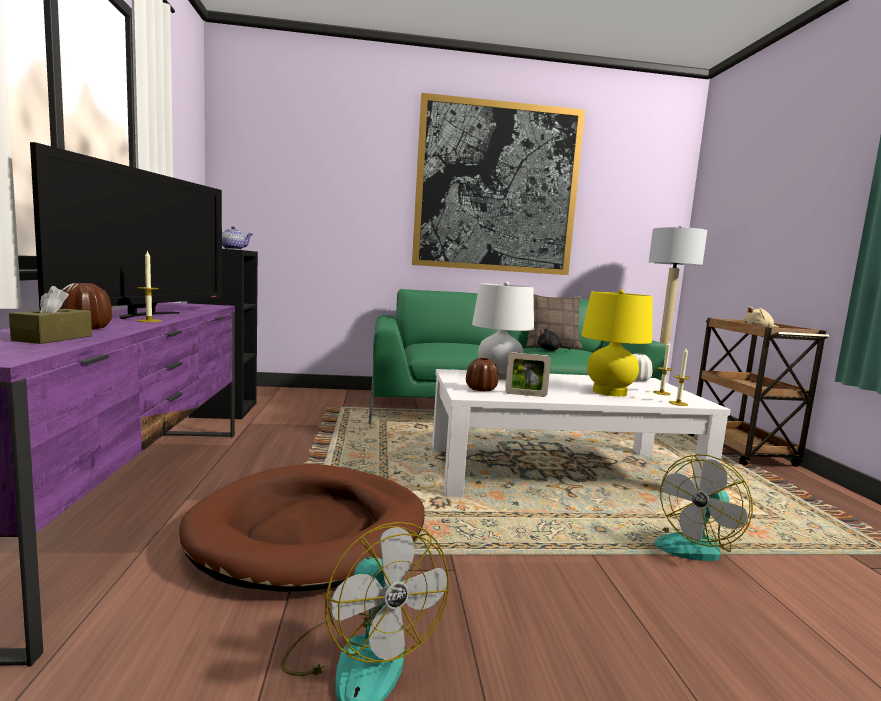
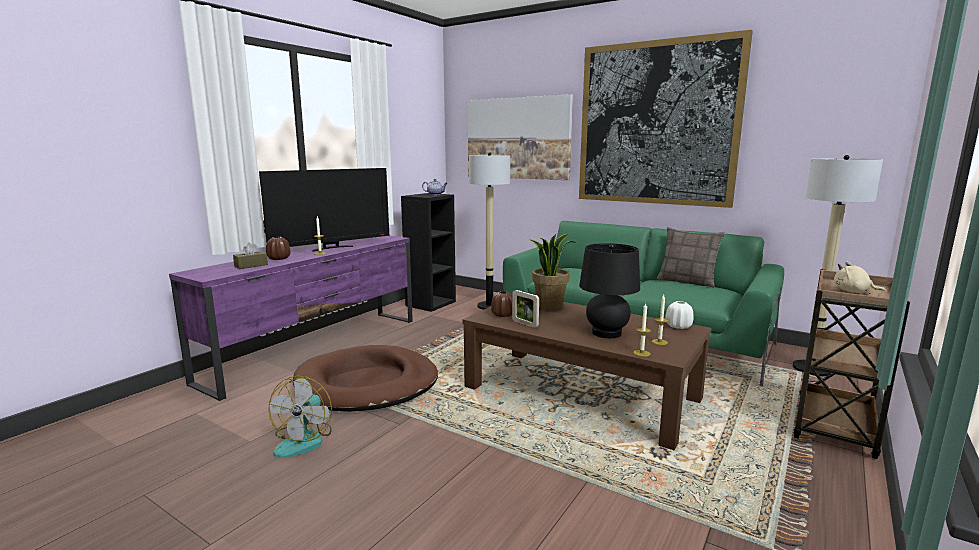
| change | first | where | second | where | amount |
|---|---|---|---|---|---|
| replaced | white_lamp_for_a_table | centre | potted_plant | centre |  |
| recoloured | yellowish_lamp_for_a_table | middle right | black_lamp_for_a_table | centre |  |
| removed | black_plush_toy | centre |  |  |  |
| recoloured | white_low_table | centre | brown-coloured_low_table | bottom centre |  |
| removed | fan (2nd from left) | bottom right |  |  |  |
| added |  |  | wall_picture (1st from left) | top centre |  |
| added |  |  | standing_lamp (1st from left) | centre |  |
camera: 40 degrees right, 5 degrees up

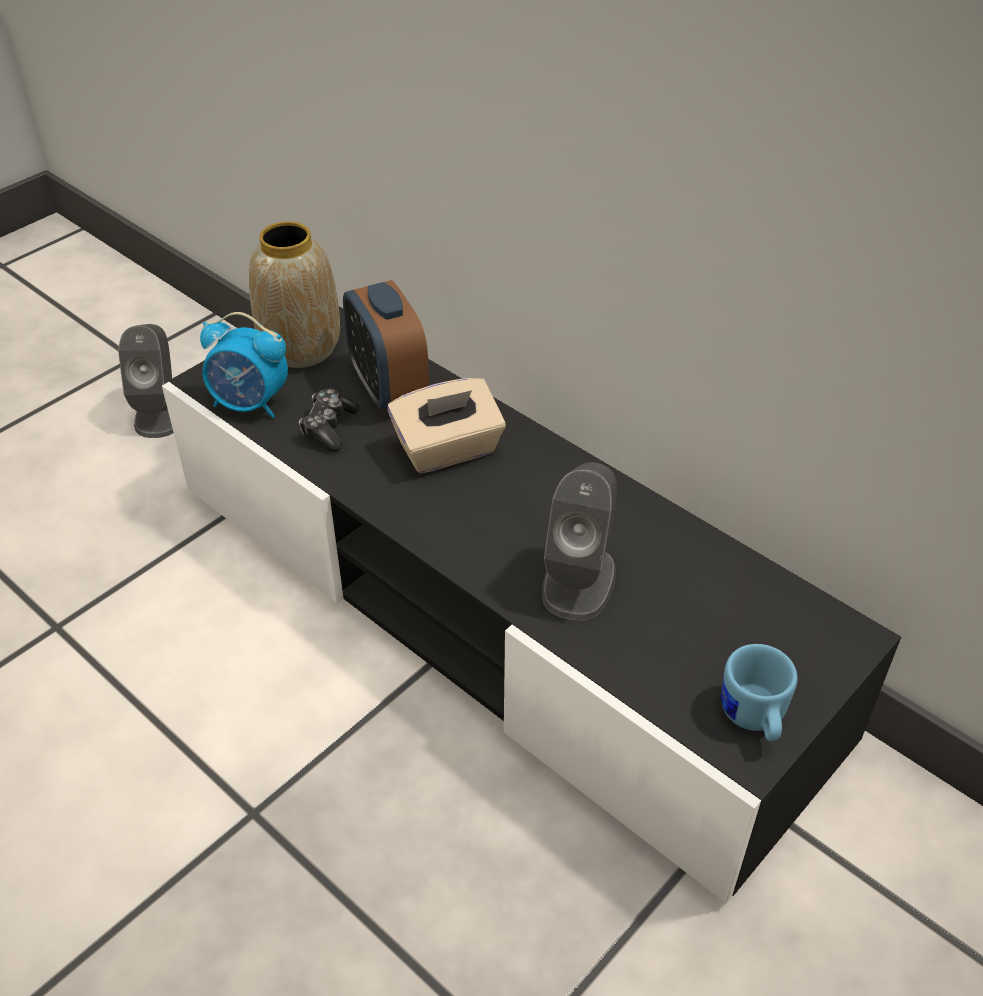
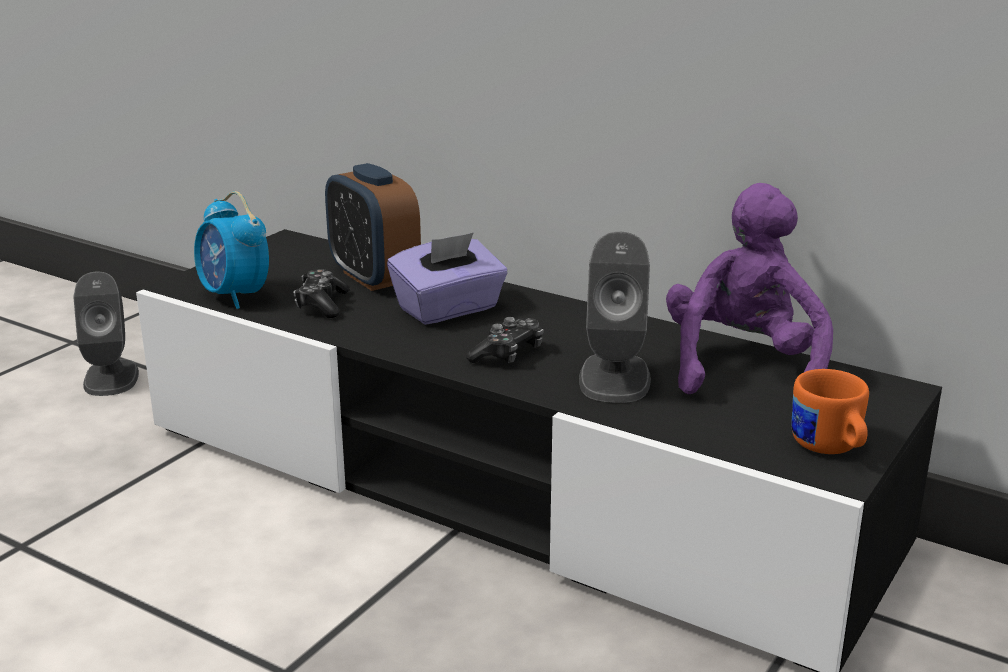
| change | first | where | second | where | amount |
|---|---|---|---|---|---|
| removed | flower_vase | top left |  |  |  |
| turned | bedside_clock (1st from left) | middle left |  | middle left | 45 degrees clockwise |
| recoloured | sand-coloured_tissue_holder | centre | purple_tissue_holder | centre |  |
| recoloured | bluish_tea_mug | bottom right | orange-coloured_tea_mug | middle right |  |
| added |  |  | purple_plush_toy | middle right |  |
| added |  |  | gamepad (2nd from left) | centre |  |
camera: 10 degrees left, 20 degrees down

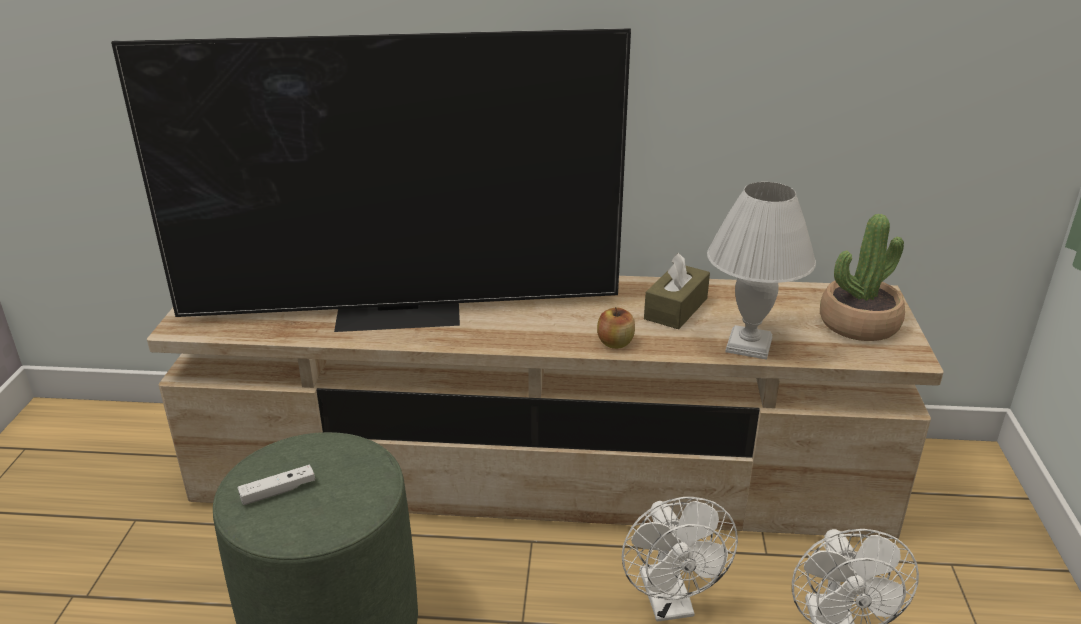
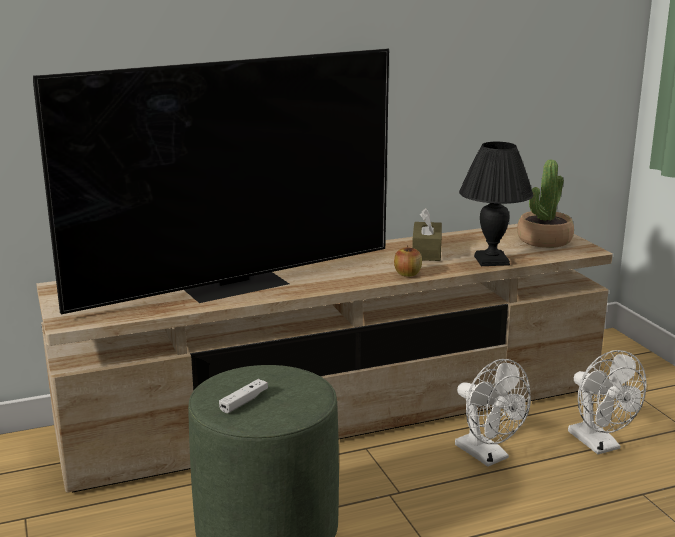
| change | first | where | second | where | amount |
|---|---|---|---|---|---|
| recoloured | white_lamp_for_a_table | middle right | black_lamp_for_a_table | middle right |  |
camera: 25 degrees left, 10 degrees down

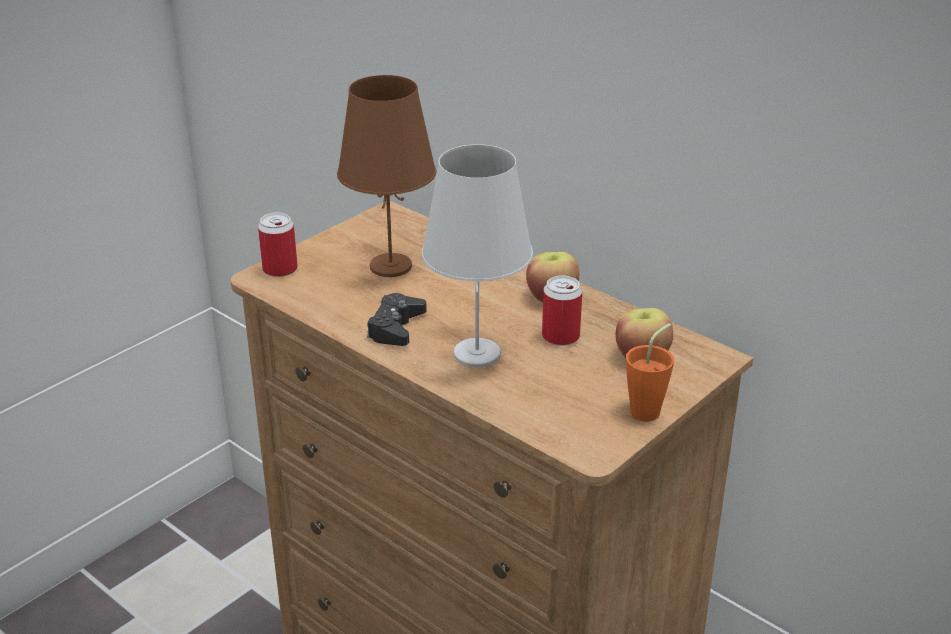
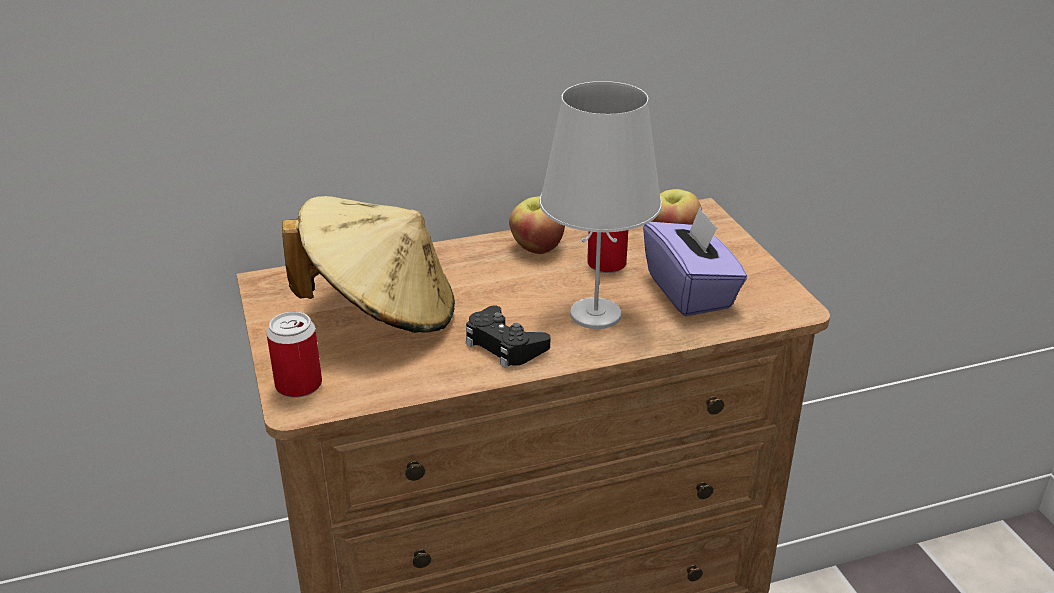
| change | first | where | second | where | amount |
|---|---|---|---|---|---|
| replaced | brown-coloured_lamp_for_a_table | top centre | sand-coloured_clothing_hat | centre |  |
| removed | orange-coloured_cup | middle right |  |  |  |
| added |  |  | purple_tissue_holder | centre |  |
camera: 60 degrees left, 0 degrees up

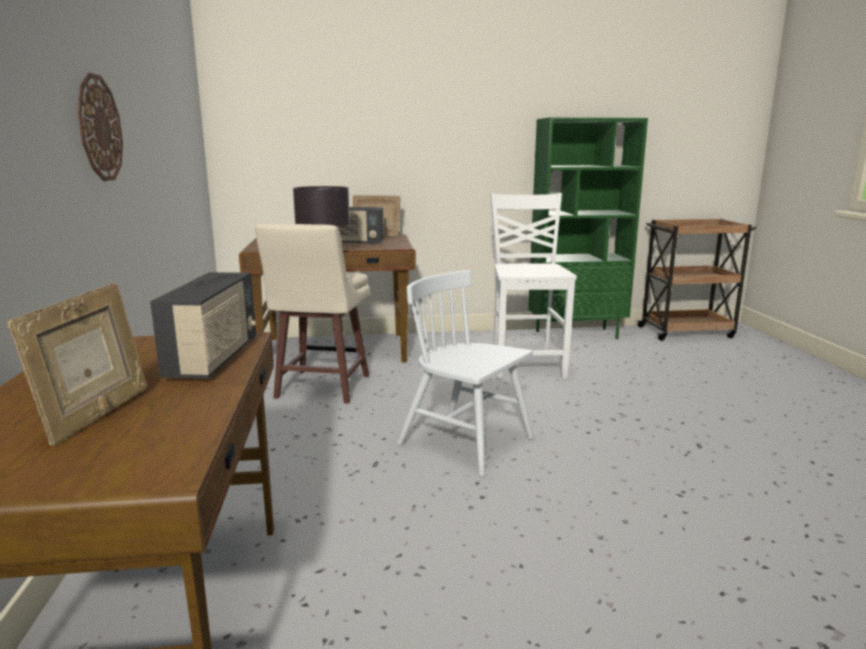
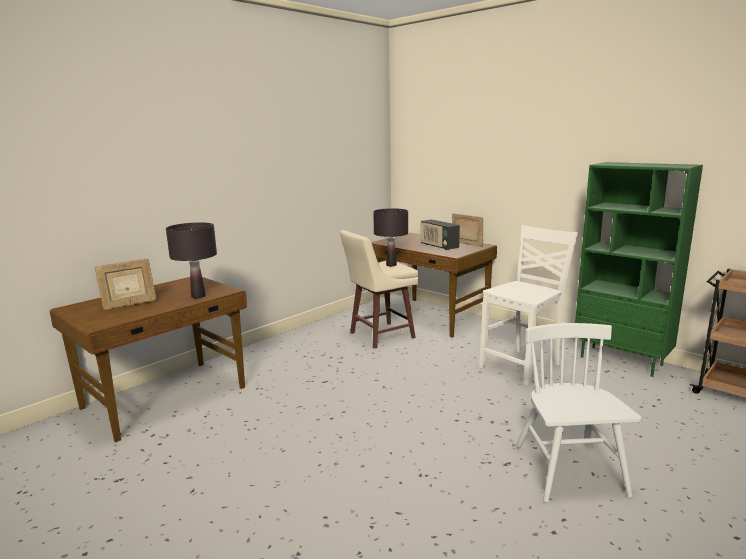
| change | first | where | second | where | amount |
|---|---|---|---|---|---|
| removed | wall_clock | top left |  |  |  |
| moved | white_chair (1st from left in the first image) | centre | white_chair (2nd from left) | bottom right |  |
| replaced | radio_receiver (1st from left) | middle left | black_lamp_for_a_table (1st from left) | middle left |  |
camera: 50 degrees right, 0 degrees up

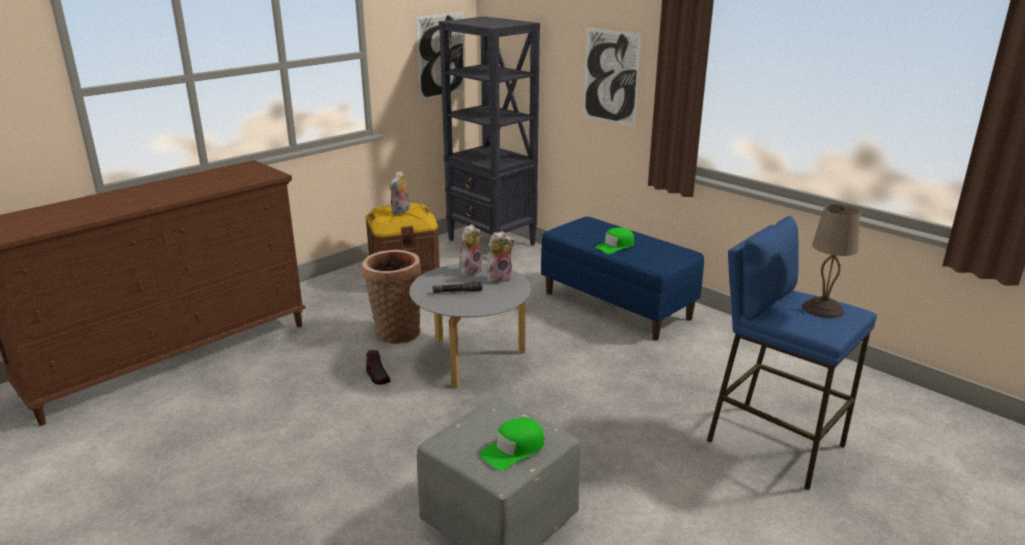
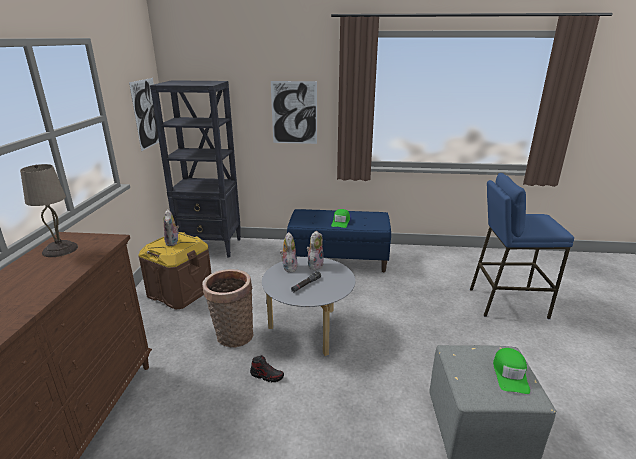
| change | first | where | second | where | amount |
|---|---|---|---|---|---|
| moved | sand-coloured_lamp_for_a_table | middle right |  | middle left |  |
camera: 40 degrees left, 0 degrees up

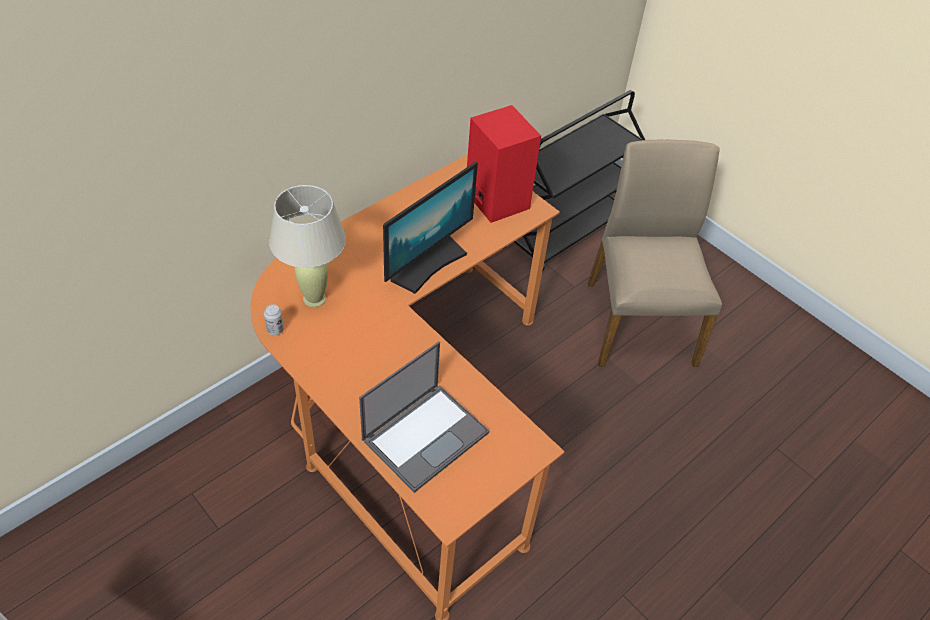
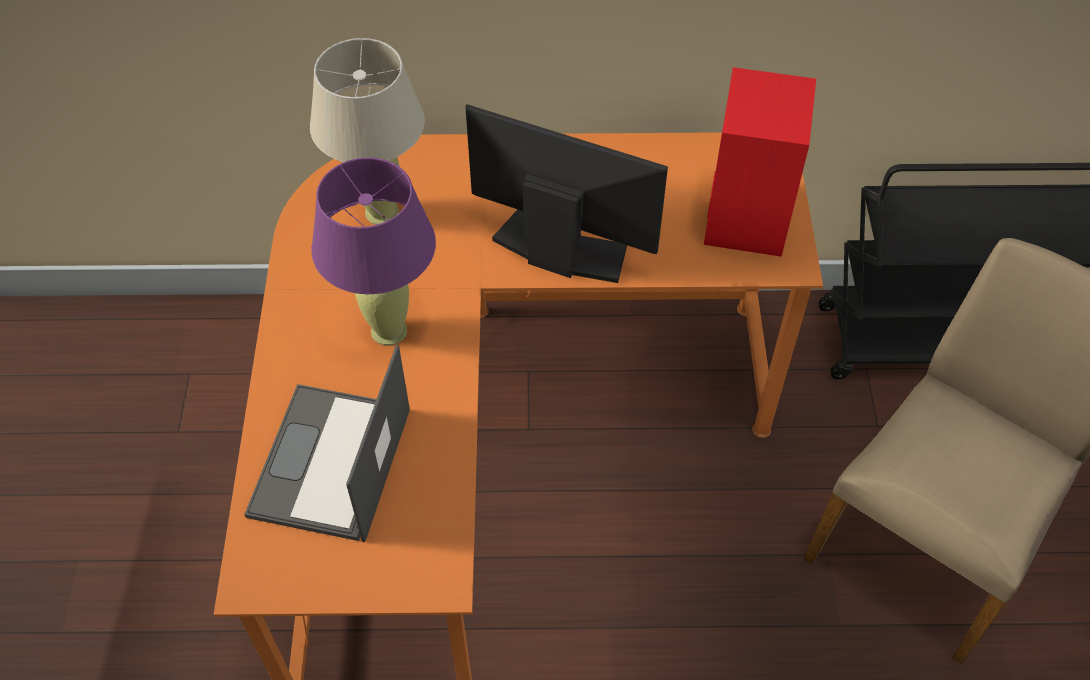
| change | first | where | second | where | amount |
|---|---|---|---|---|---|
| turned | computer_display | centre |  | top centre | 150 degrees counterclockwise |
| removed | sealed_can | middle left |  |  |  |
| turned | notebook_computer | bottom centre |  | middle left | 105 degrees clockwise |
| added |  |  | purple_lamp_for_a_table | centre |  |
camera: 45 degrees right, 5 degrees up

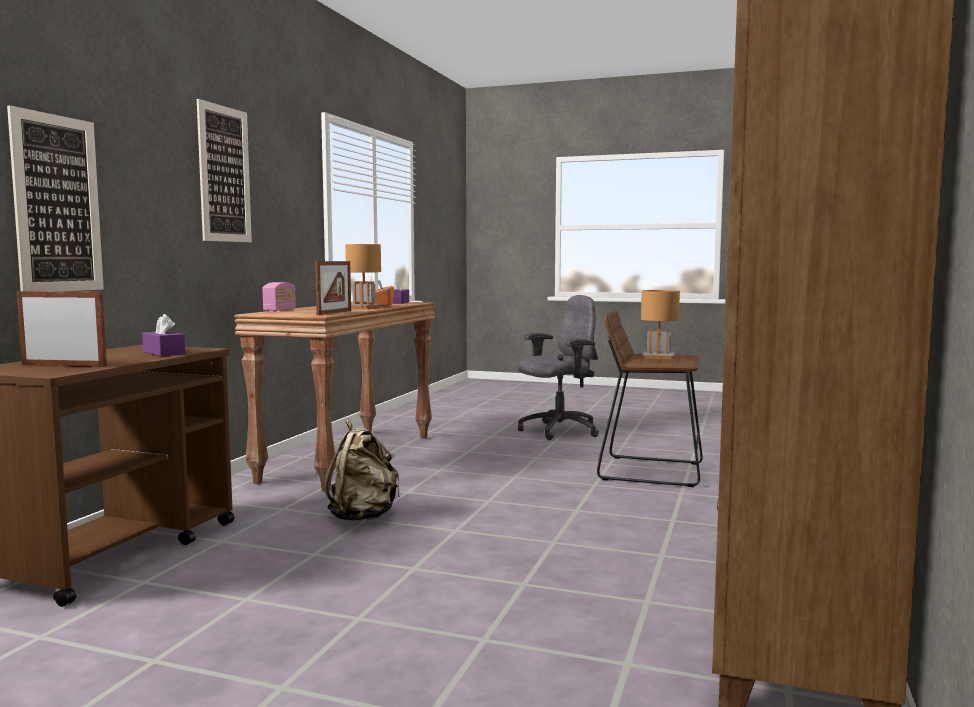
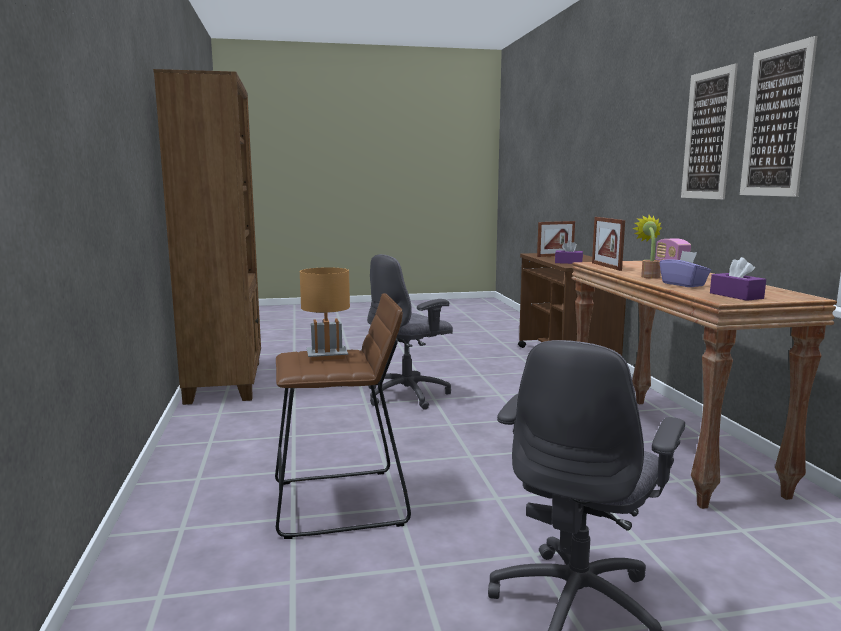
| change | first | where | second | where | amount |
|---|---|---|---|---|---|
| moved | wall_picture (1st from left in the first image) | top left | wall_picture (2nd from left) | top right |  |
| replaced | brown-coloured_lamp_for_a_table (1st from left) | centre | potted_plant | middle right |  |
| recoloured | orange-coloured_tissue_holder | centre | purple_tissue_holder (2nd from left) | middle right |  |
| removed | sand-coloured_knapsack | centre |  |  |  |
| added |  |  | grey_office_chair (1st from left) | centre |  |
camera: 150 degrees right, 5 degrees up

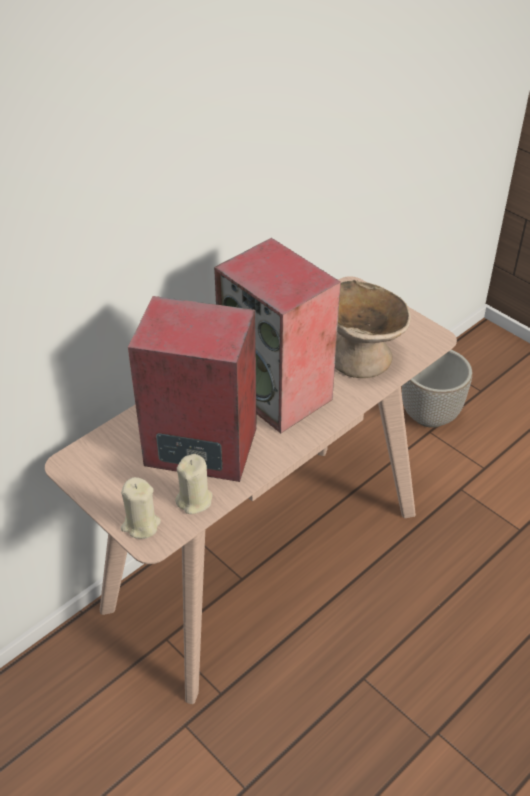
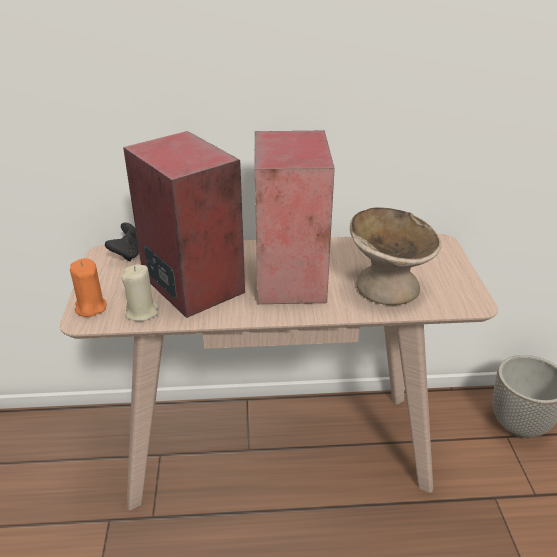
| change | first | where | second | where | amount |
|---|---|---|---|---|---|
| recoloured | sand-coloured_candle (1st from left) | middle left | orange-coloured_candle | middle left |  |
| added |  |  | black_gamepad | middle left |  |
camera: 40 degrees right, 10 degrees down

